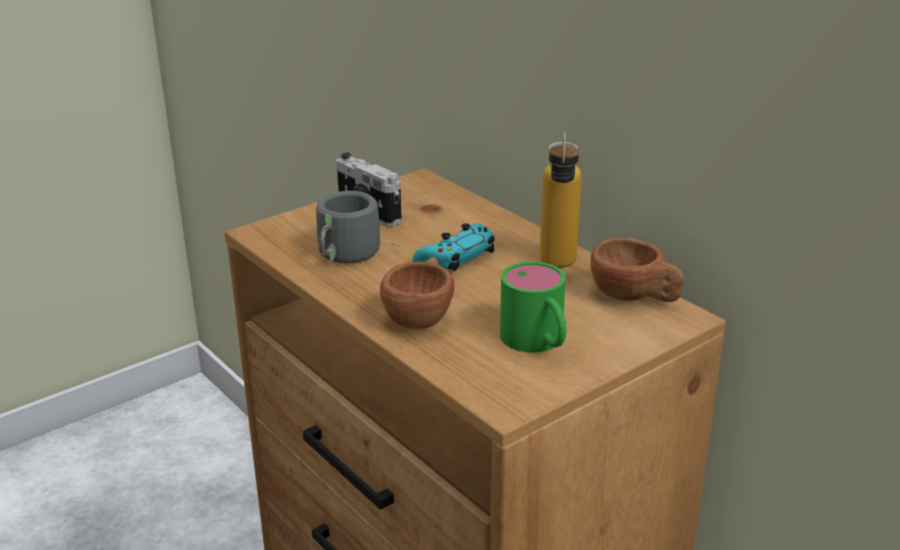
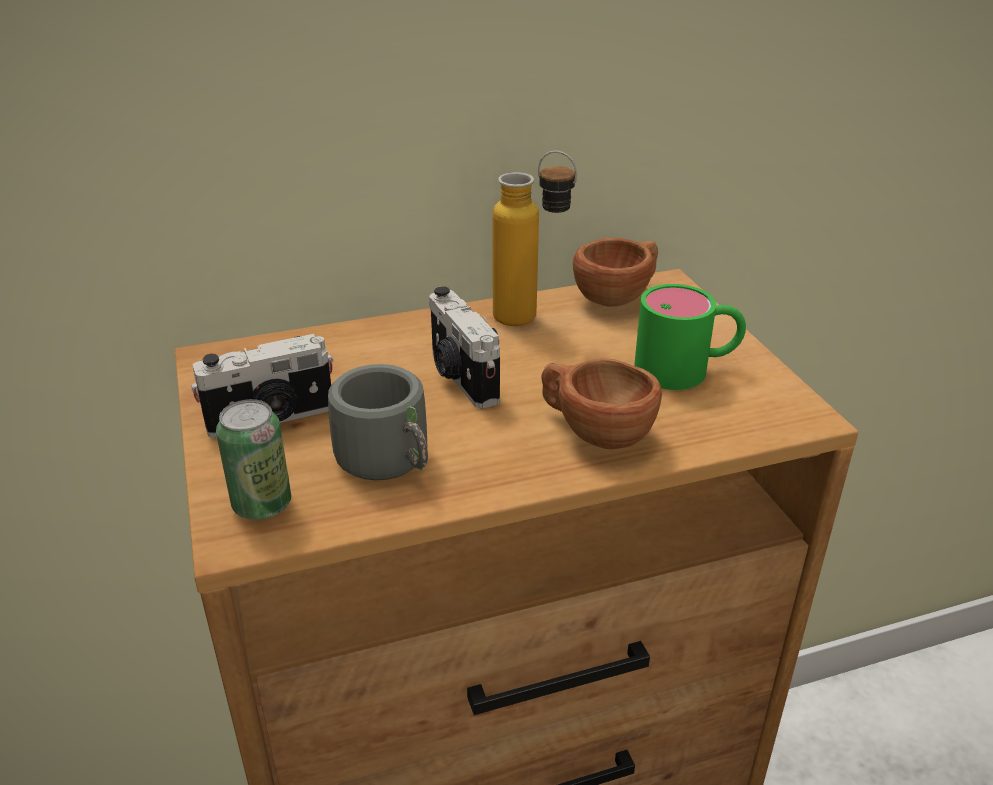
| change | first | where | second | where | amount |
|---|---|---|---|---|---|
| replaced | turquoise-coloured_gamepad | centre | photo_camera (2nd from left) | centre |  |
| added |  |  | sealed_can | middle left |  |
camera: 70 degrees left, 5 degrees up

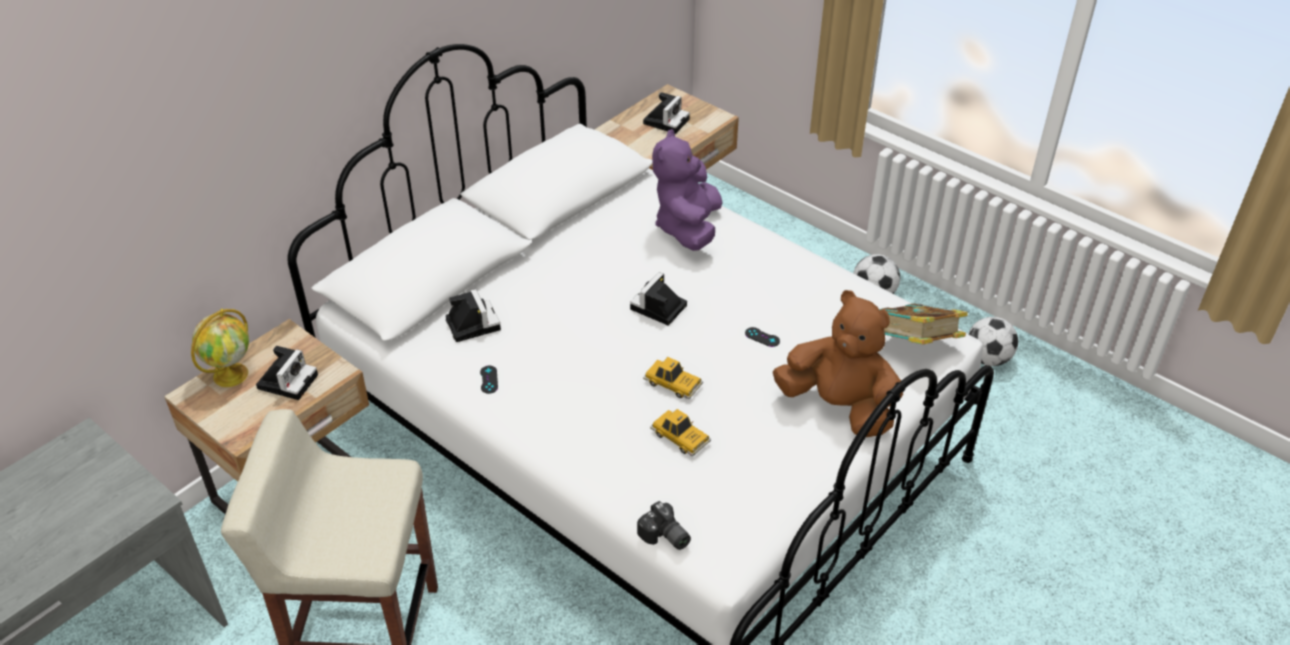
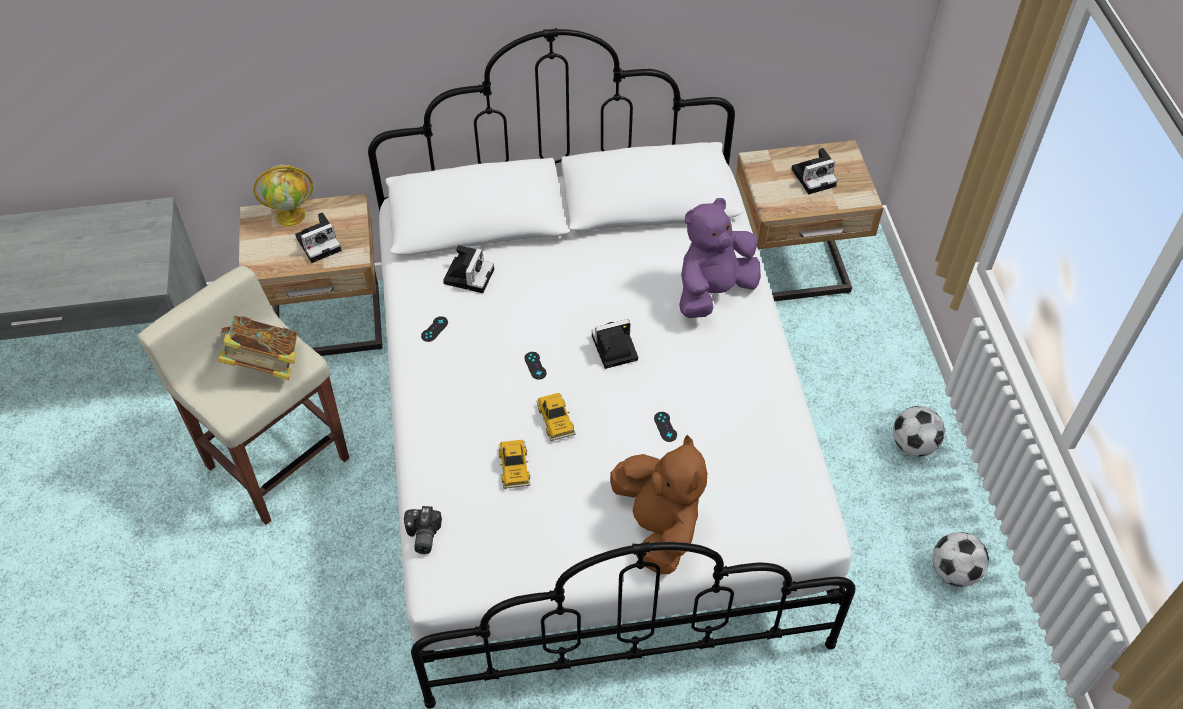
| change | first | where | second | where | amount |
|---|---|---|---|---|---|
| moved | bound_book | middle right |  | middle left |  |
| added |  |  | black_gamepad (2nd from left) | centre |  |
camera: 40 degrees right, 10 degrees up

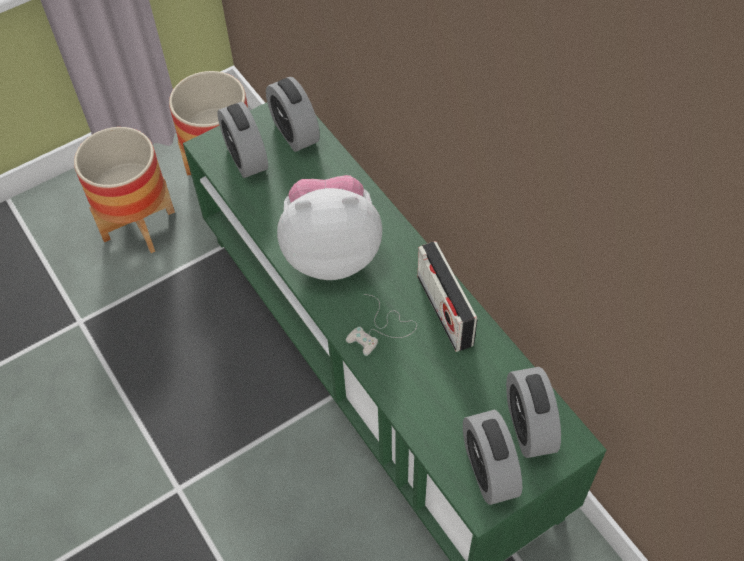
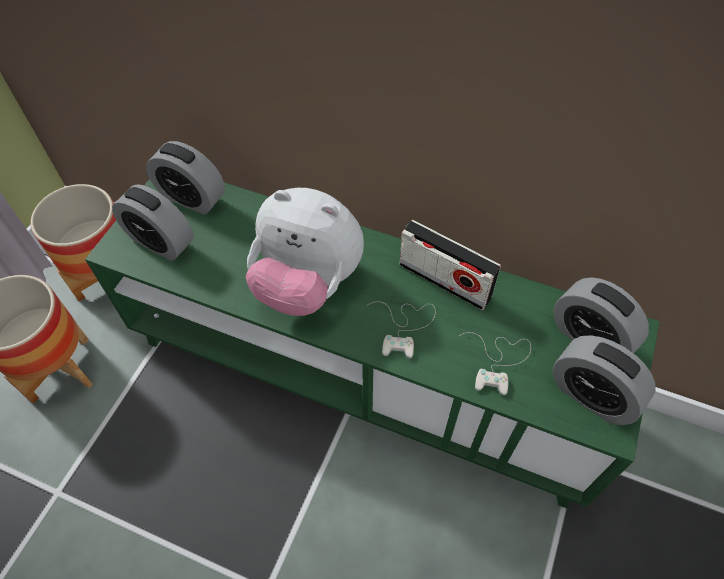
| change | first | where | second | where | amount |
|---|---|---|---|---|---|
| turned | plush_toy | centre |  | centre | 120 degrees counterclockwise |
| added |  |  | white_gamepad (2nd from left) | middle right |  |
camera: 35 degrees left, 0 degrees up

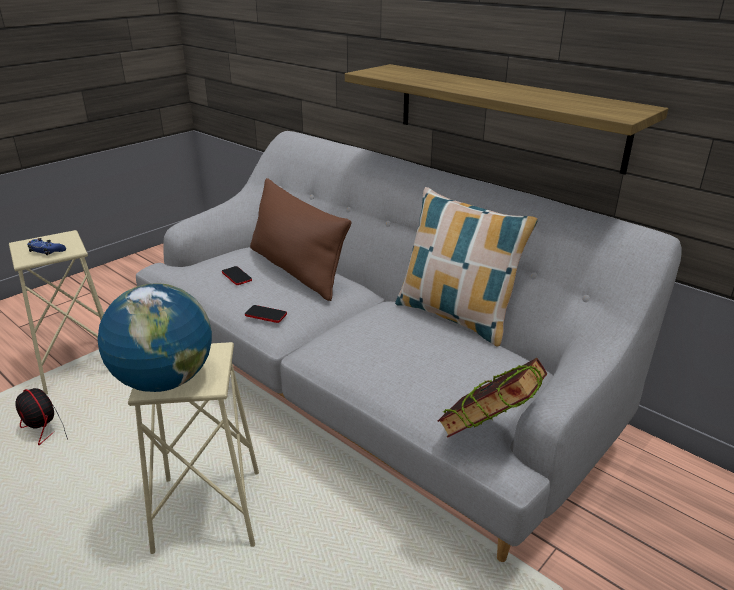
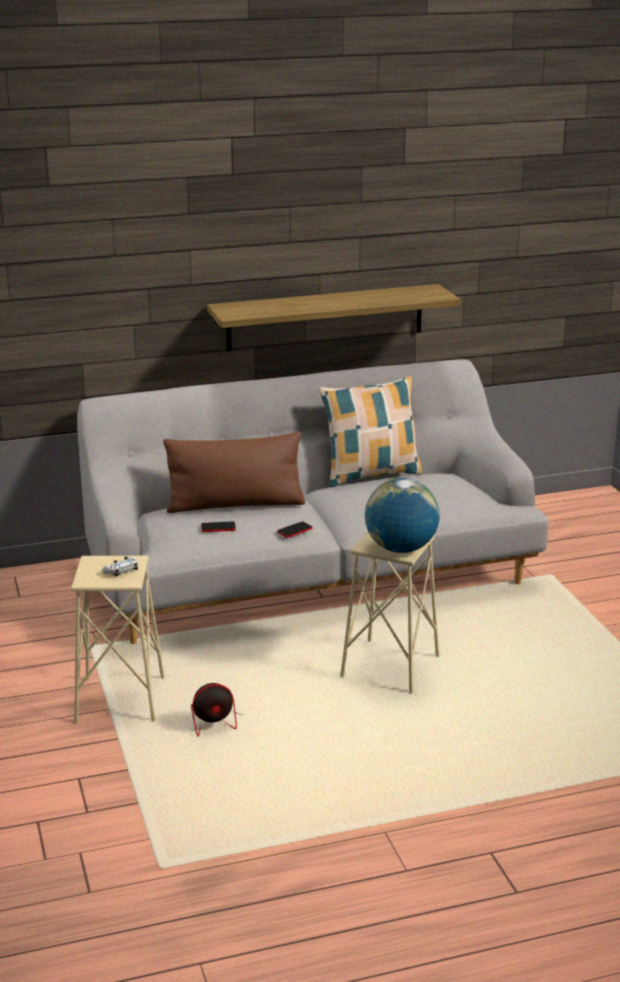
| change | first | where | second | where | amount |
|---|---|---|---|---|---|
| recoloured | bluish_gamepad | middle left | white_gamepad | middle left |  |
| removed | bound_book | bottom right |  |  |  |
camera: 60 degrees left, 5 degrees down

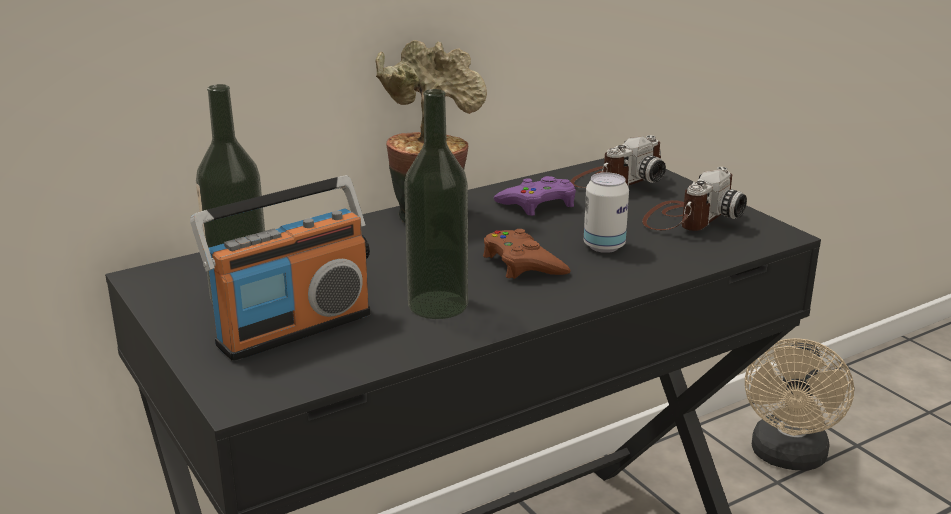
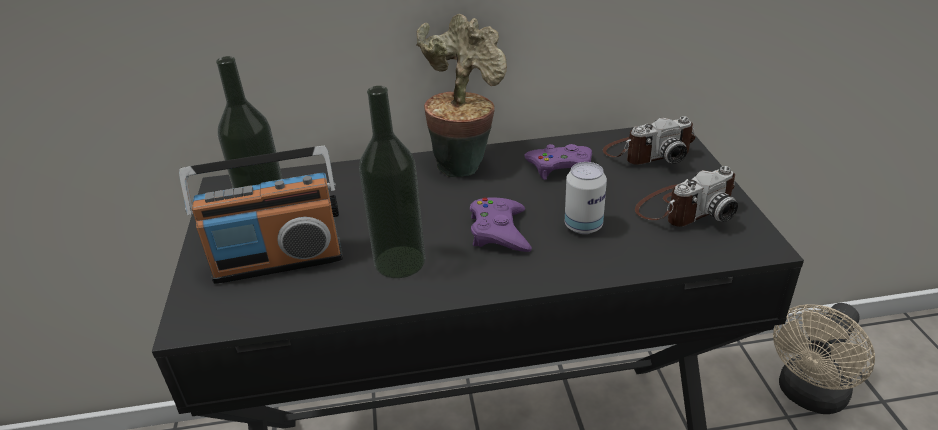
| change | first | where | second | where | amount |
|---|---|---|---|---|---|
| recoloured | brown-coloured_gamepad | centre | purple_gamepad (1st from left) | centre |  |
camera: 25 degrees right, 10 degrees up

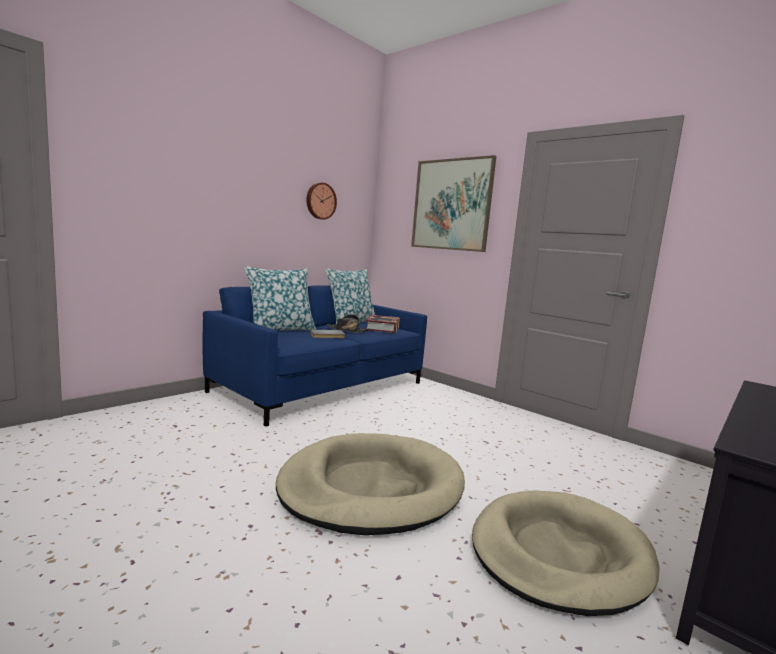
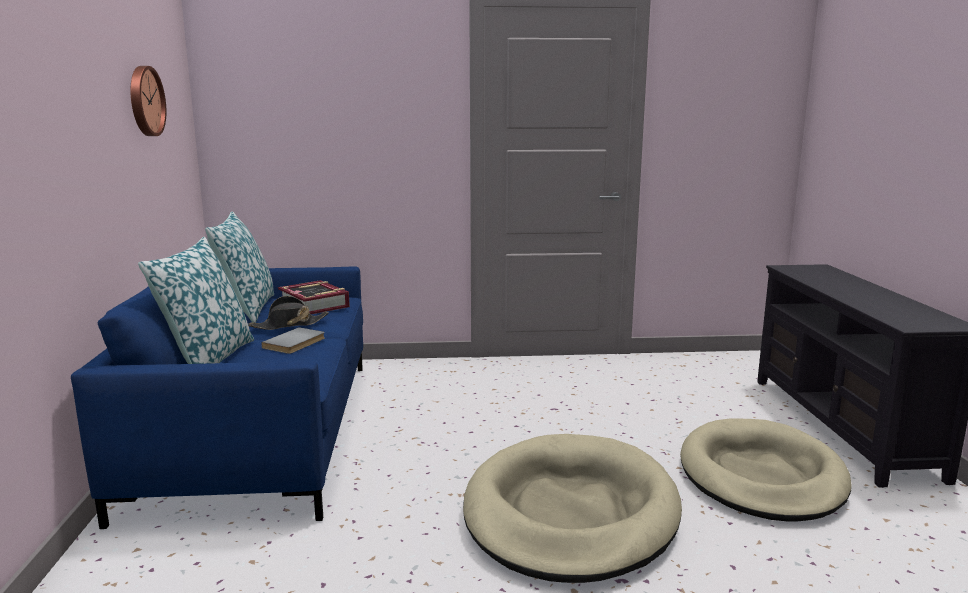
| change | first | where | second | where | amount |
|---|---|---|---|---|---|
| removed | wall_picture | top centre |  |  |  |
camera: 45 degrees left, 5 degrees up

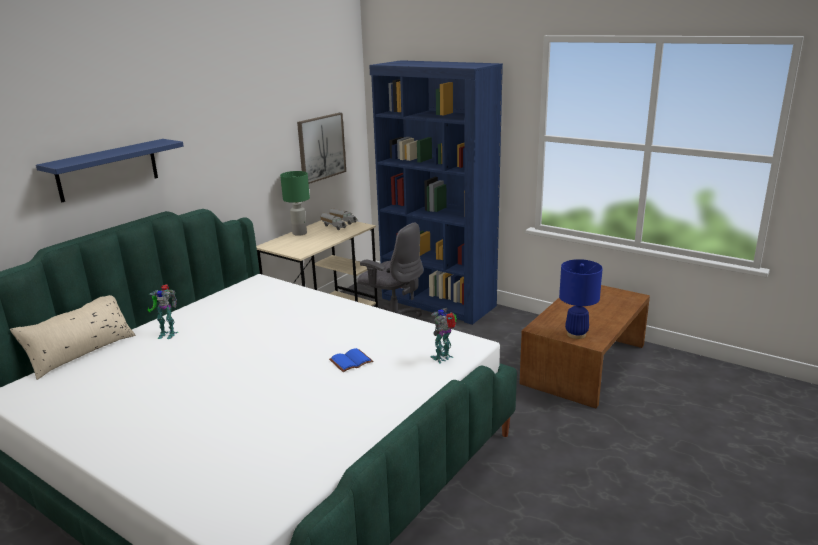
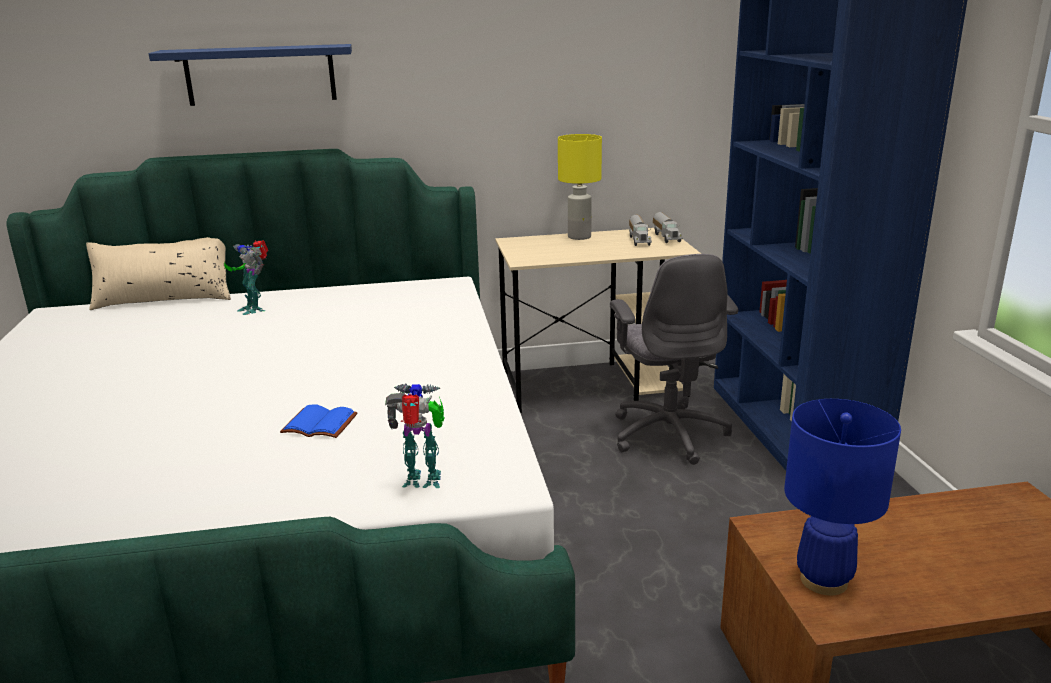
| change | first | where | second | where | amount |
|---|---|---|---|---|---|
| removed | wall_picture | top centre |  |  |  |
| recoloured | green-coloured_lamp_for_a_table | centre | yellowish_lamp_for_a_table | top centre |  |
camera: 45 degrees right, 0 degrees up

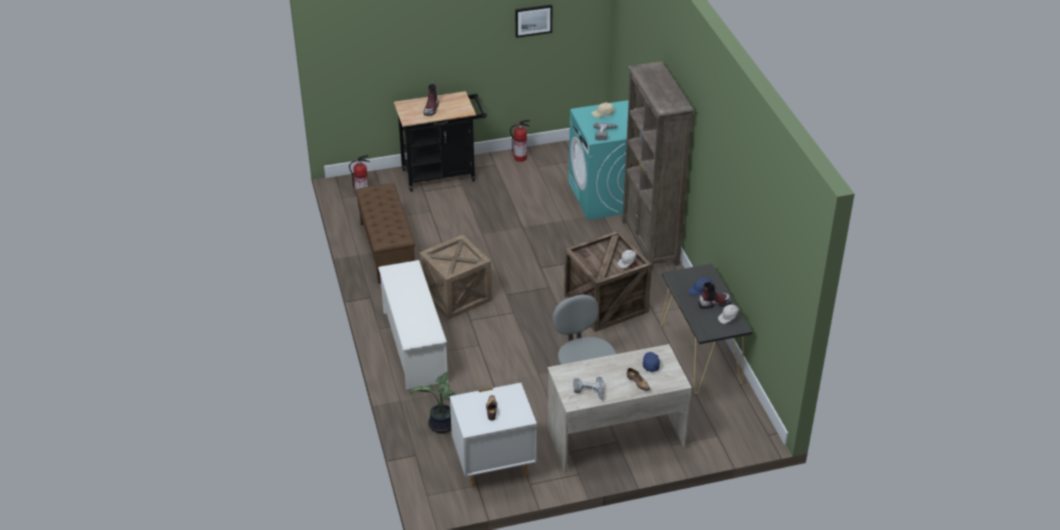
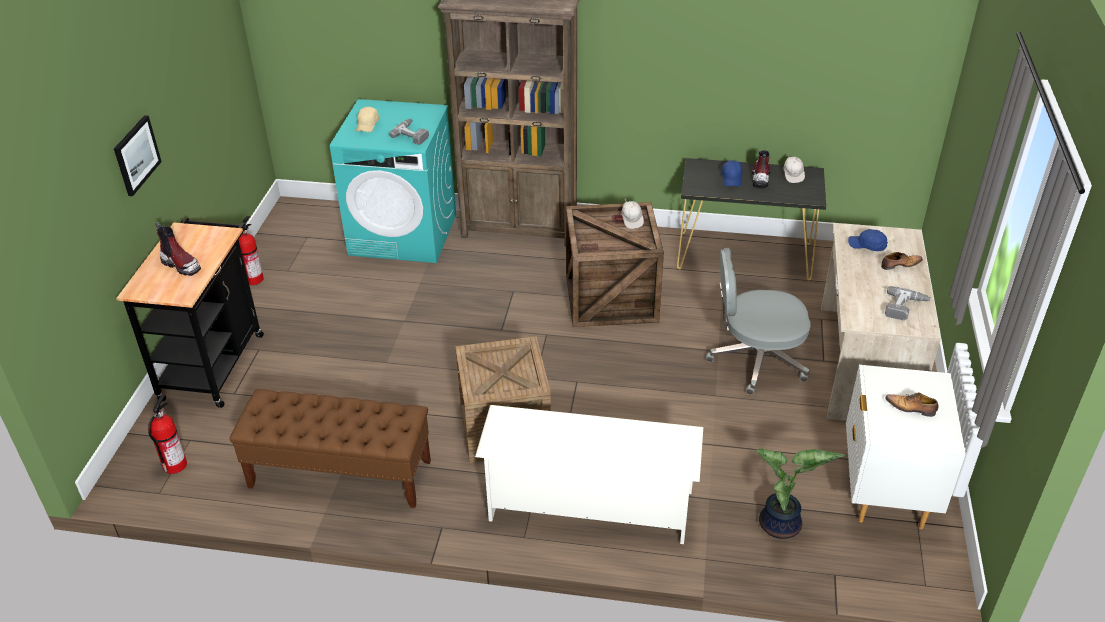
| change | first | where | second | where | amount |
|---|---|---|---|---|---|
| moved | wall_picture | top centre |  | top left |  |
camera: 65 degrees left, 0 degrees up

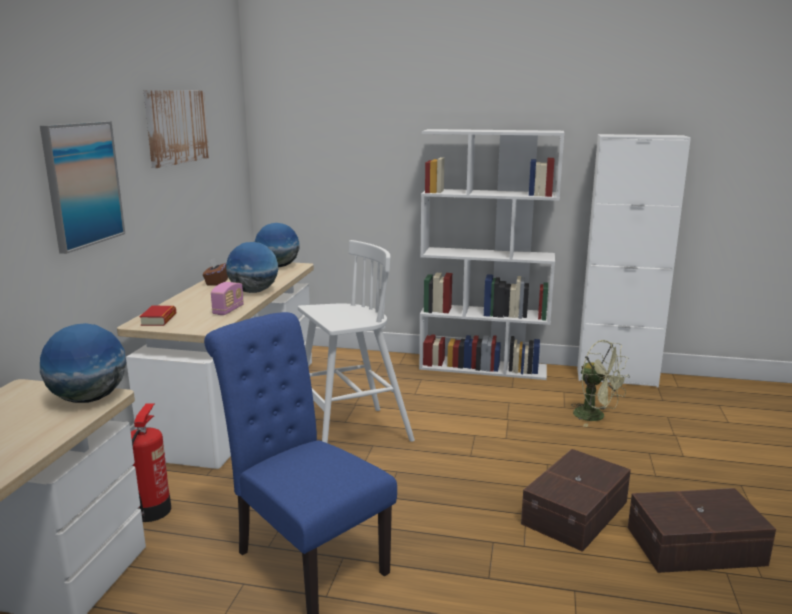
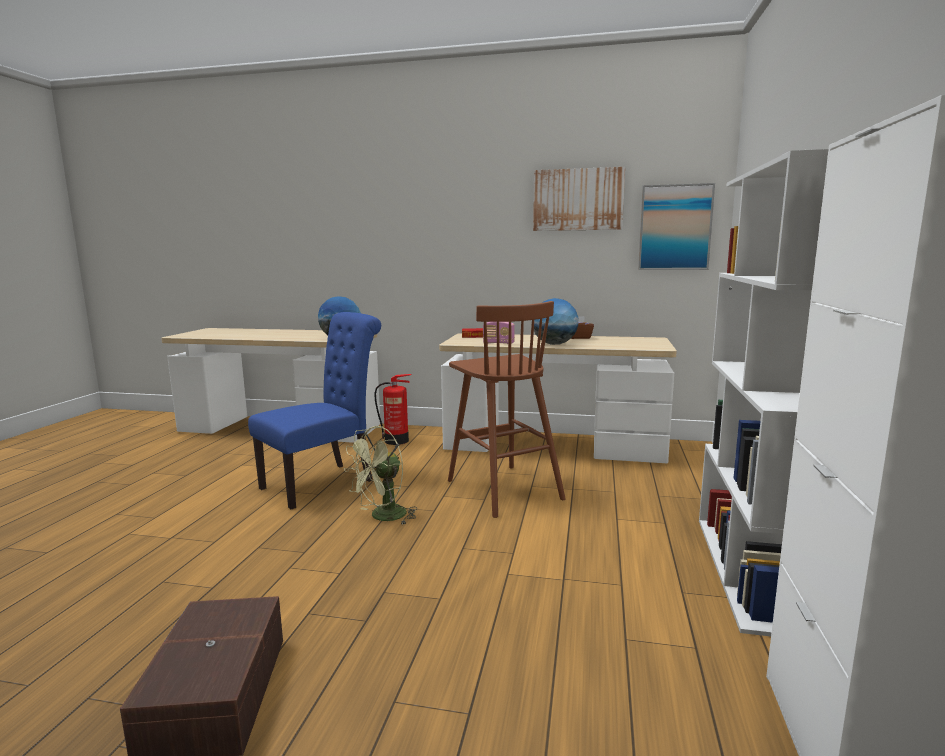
| change | first | where | second | where | amount |
|---|---|---|---|---|---|
| moved | wall_picture (1st from left in the first image) | top left | wall_picture (2nd from left) | top right |  |
| removed | world_globe (3rd from left) | centre |  |  |  |
| recoloured | white_stool_seat | centre | brown-coloured_stool_seat | centre |  |
| moved | green-coloured_fan | middle right |  | centre |  |
| removed | brown-coloured_storage_bin (1st from left) | bottom right |  |  |  |
camera: 90 degrees right, 5 degrees down

